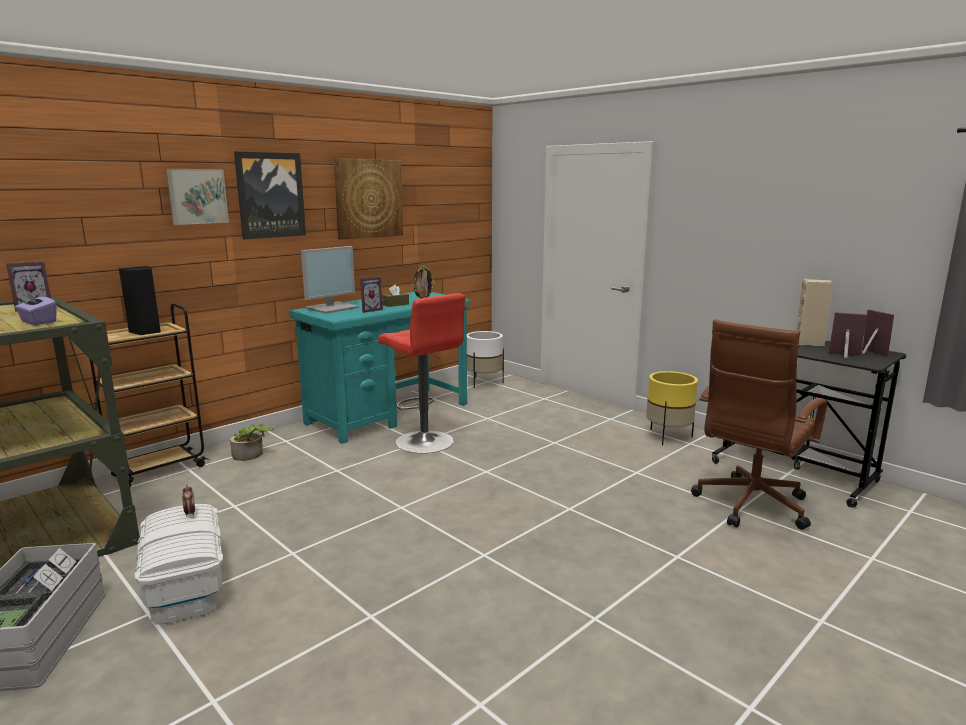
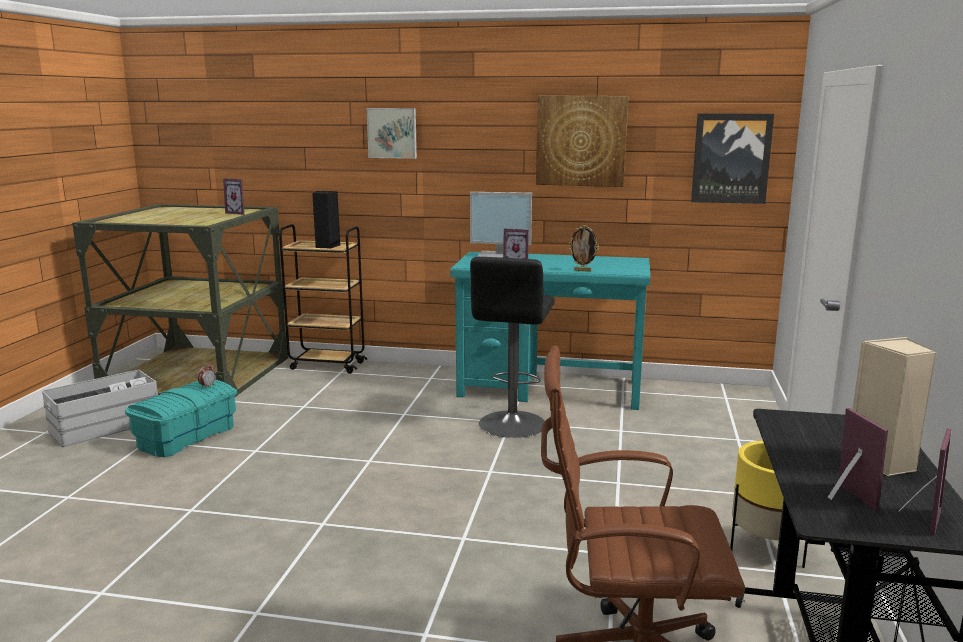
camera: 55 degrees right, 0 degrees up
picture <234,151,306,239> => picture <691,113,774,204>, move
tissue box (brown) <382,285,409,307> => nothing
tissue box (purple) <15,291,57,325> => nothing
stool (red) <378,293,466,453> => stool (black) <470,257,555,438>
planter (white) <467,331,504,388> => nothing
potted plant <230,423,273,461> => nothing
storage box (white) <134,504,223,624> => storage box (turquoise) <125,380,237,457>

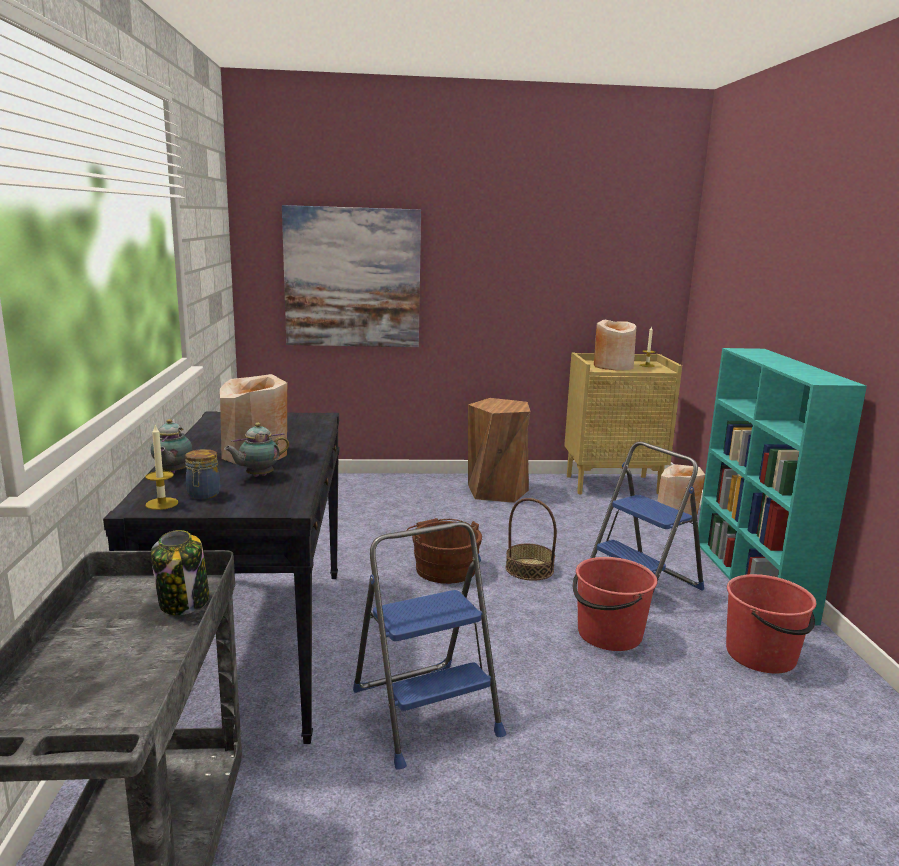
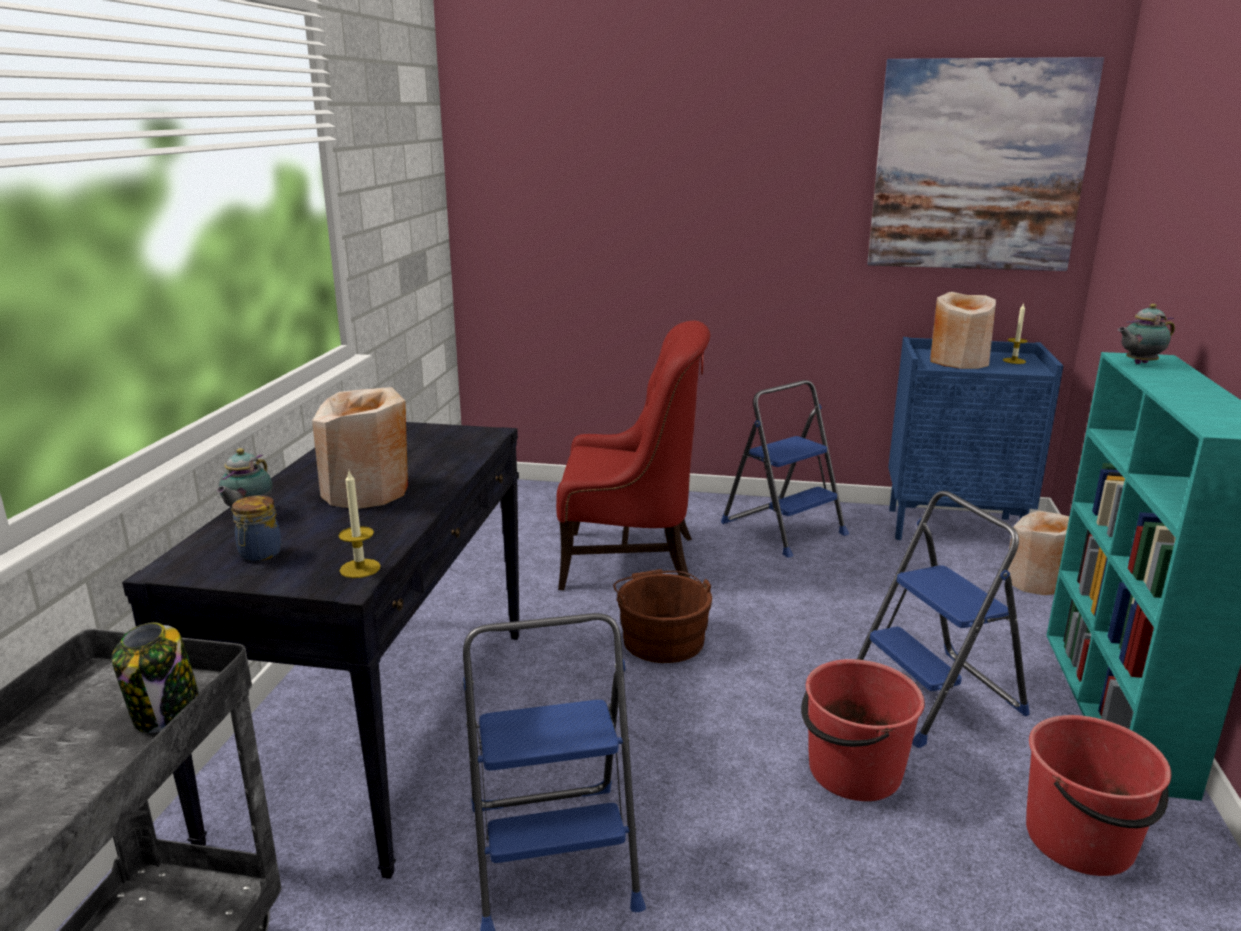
camera: 15 degrees right, 5 degrees up
picture <282,205,421,347> => picture <867,57,1104,271>, move
cabinet (beige) <564,352,682,495> => cabinet (blue) <888,337,1064,540>
stool (brown) <468,398,531,503> => step ladder (blue) <721,380,849,558>
teapot <224,423,289,477> => teapot <1118,304,1175,364>, move
candle <145,425,178,510> => candle <338,471,381,578>, move
basket <506,498,557,581> => nothing
nothing => chair (red) <556,321,710,590>

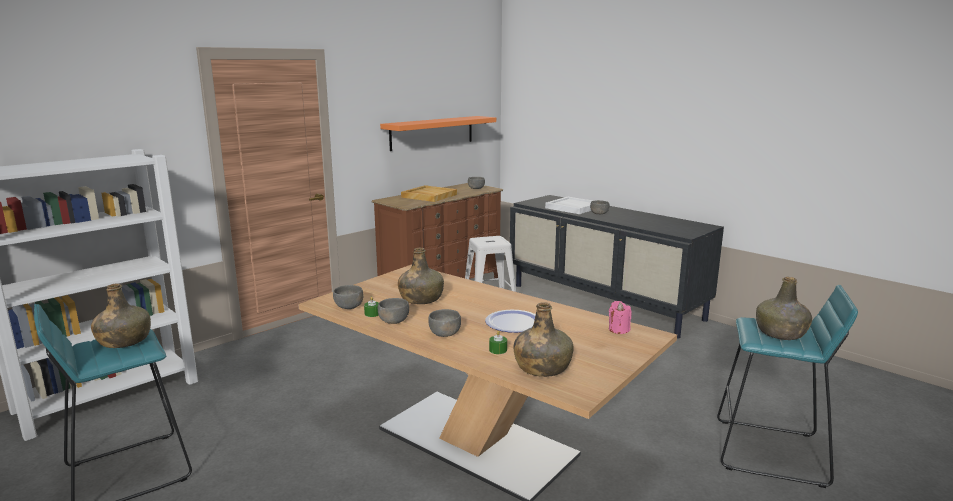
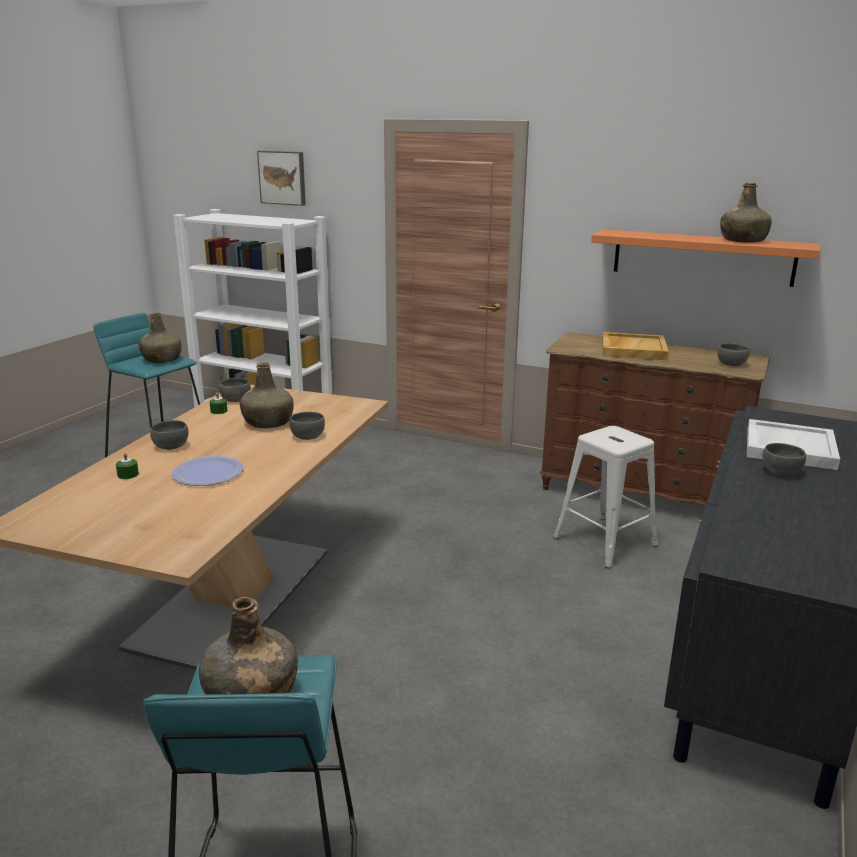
camera: 70 degrees right, 5 degrees up
bowl (grey) <378,298,409,324> => bowl (grey) <289,412,325,440>, move
candle (pink) <609,301,631,334> => nothing
bottle (green) <513,302,574,377> => bottle (green) <720,183,772,243>, move
nothing => picture <257,151,306,206>

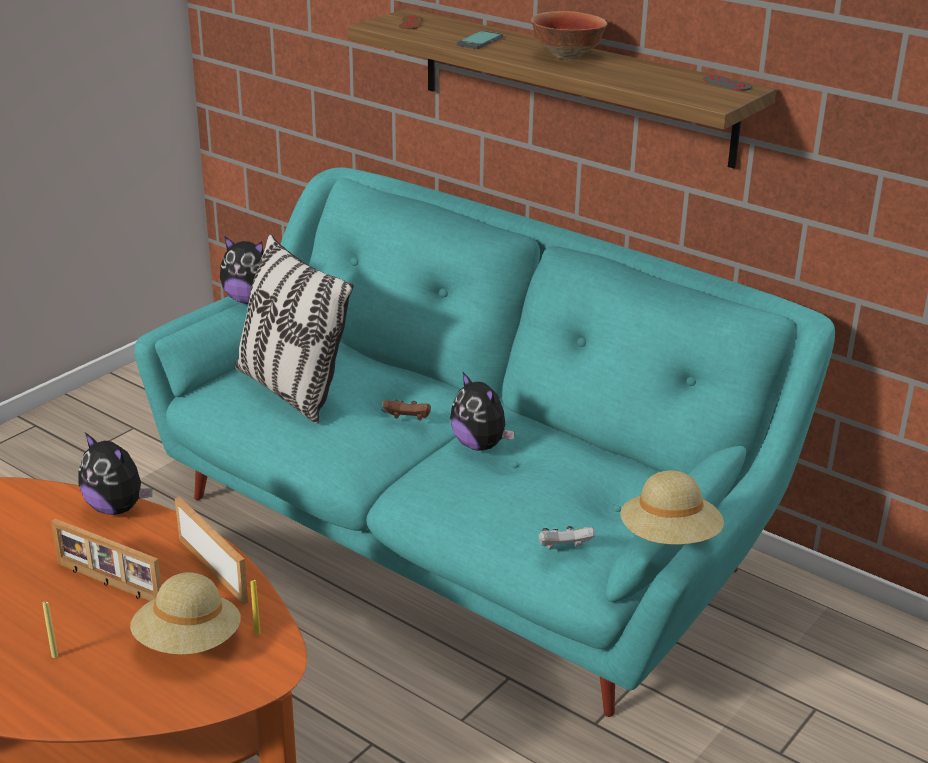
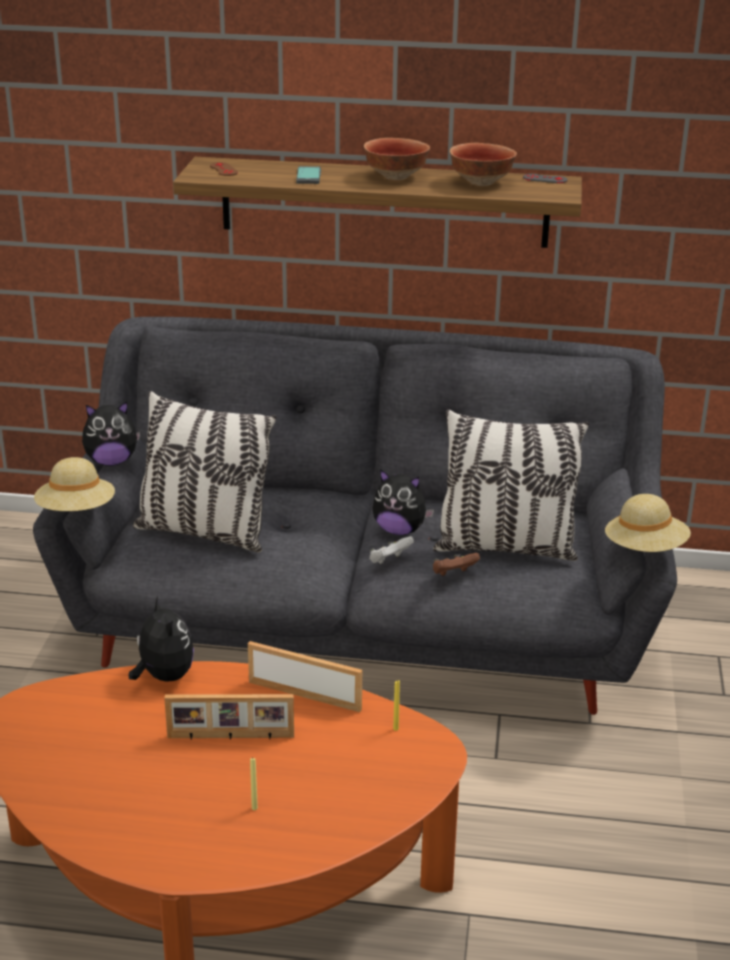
camera: 30 degrees left, 0 degrees up
sofa (turquoise) <134,167,835,717> => sofa (grey) <33,317,677,715>
game controller (brown) <383,400,431,420> => game controller (brown) <433,553,480,576>, move
plush toy <78,432,152,515> => plush toy <129,596,194,682>, 120 degrees counterclockwise
game controller (white) <538,526,595,550> => game controller (white) <370,536,414,564>, move
hat (beige) <130,572,241,655> => hat (beige) <34,457,115,511>, move
nothing => bowl <450,143,517,186>
nothing => pillow <433,409,589,561>

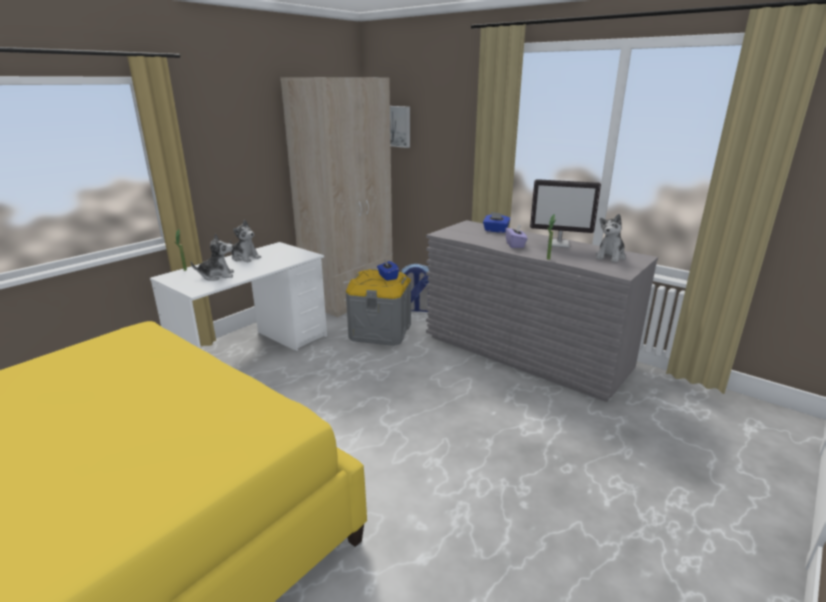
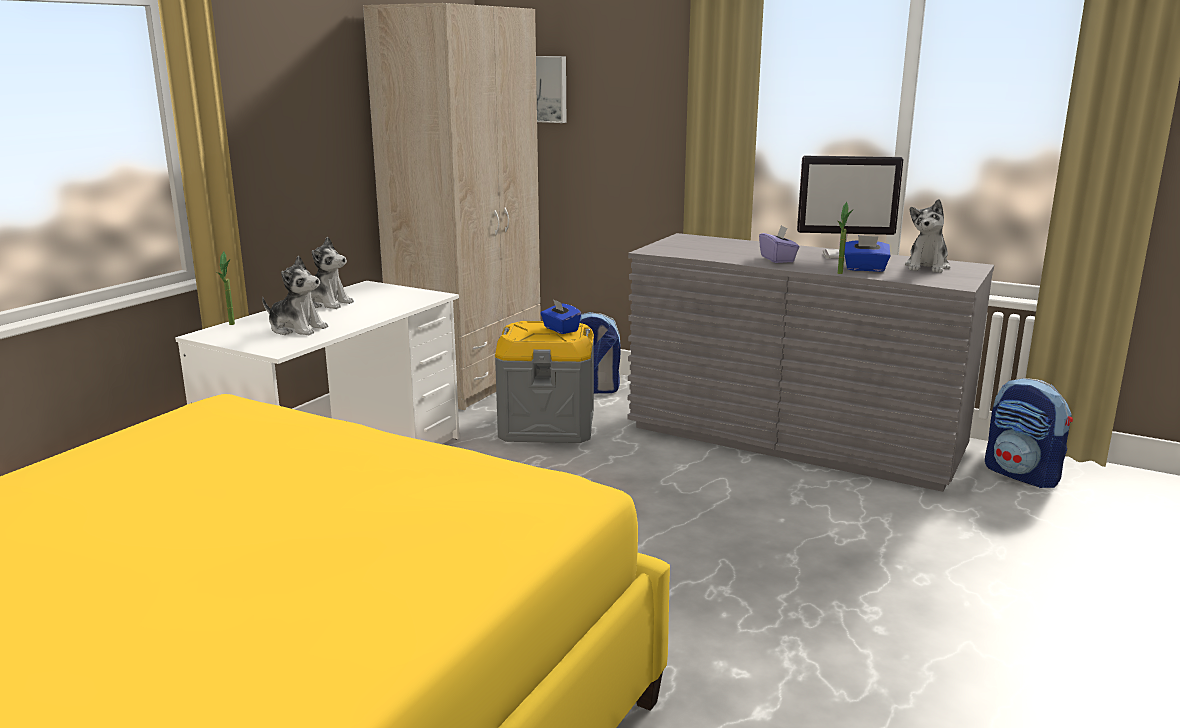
camera: 10 degrees left, 5 degrees down
tissue box (blue) <483,212,510,233> => tissue box (blue) <844,235,891,272>, move
plush toy <191,233,234,281> => plush toy <262,256,328,335>, 45 degrees clockwise
nothing => backpack <985,378,1073,488>

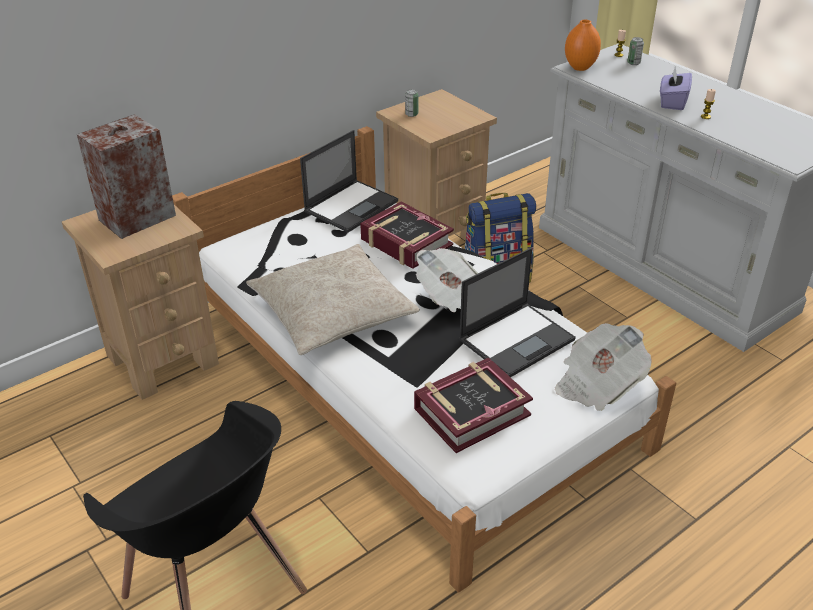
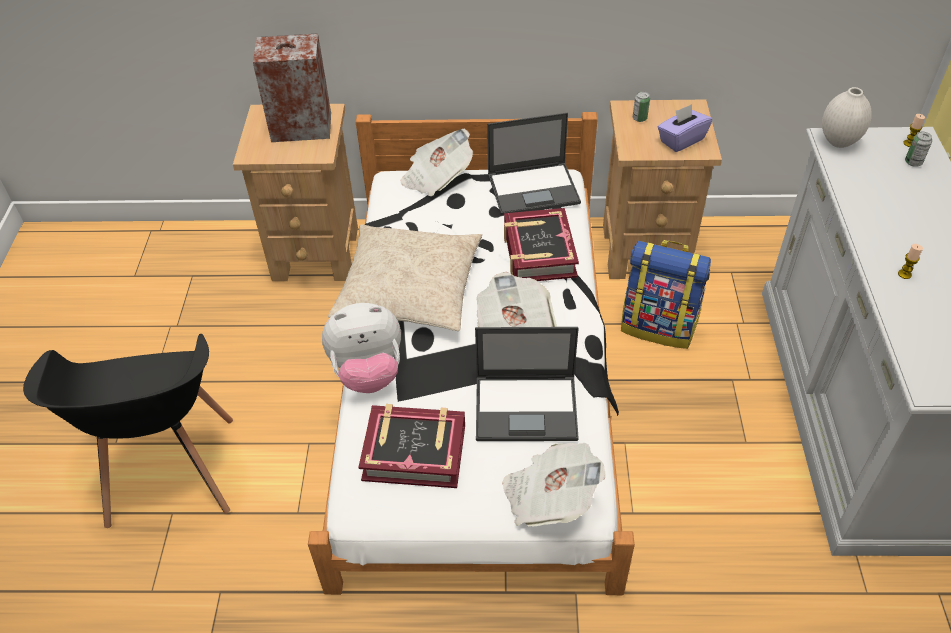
camera: 40 degrees right, 10 degrees up
vase (orange) <565,20,601,71> => vase (white) <822,87,872,148>
tissue box (purple) <660,66,692,110> => tissue box (purple) <658,104,712,152>, move
nothing => newspaper <400,129,473,196>
nothing => plush toy <322,303,401,393>

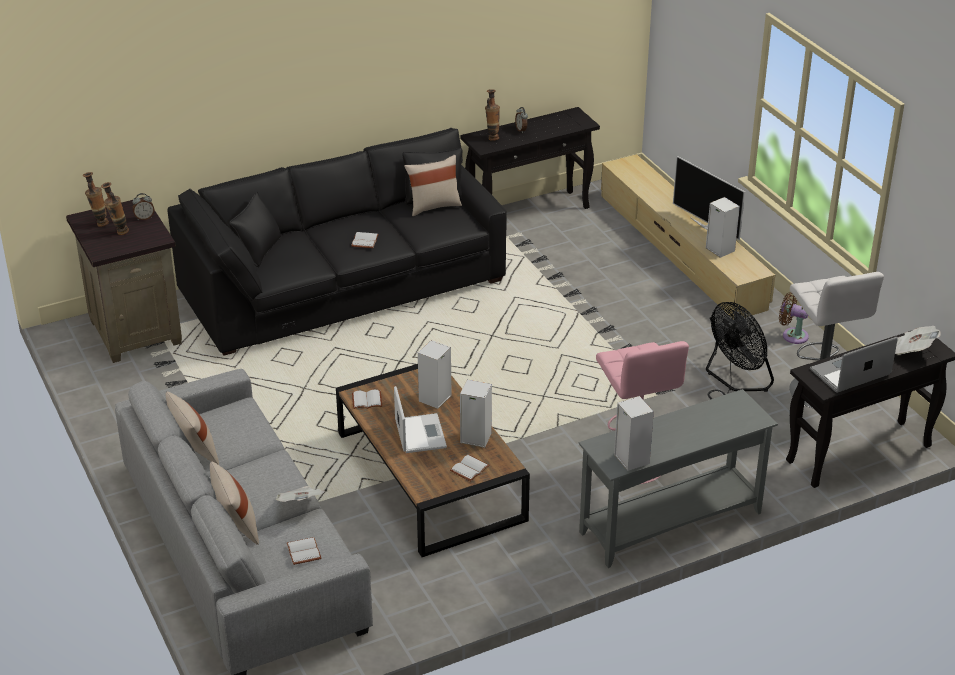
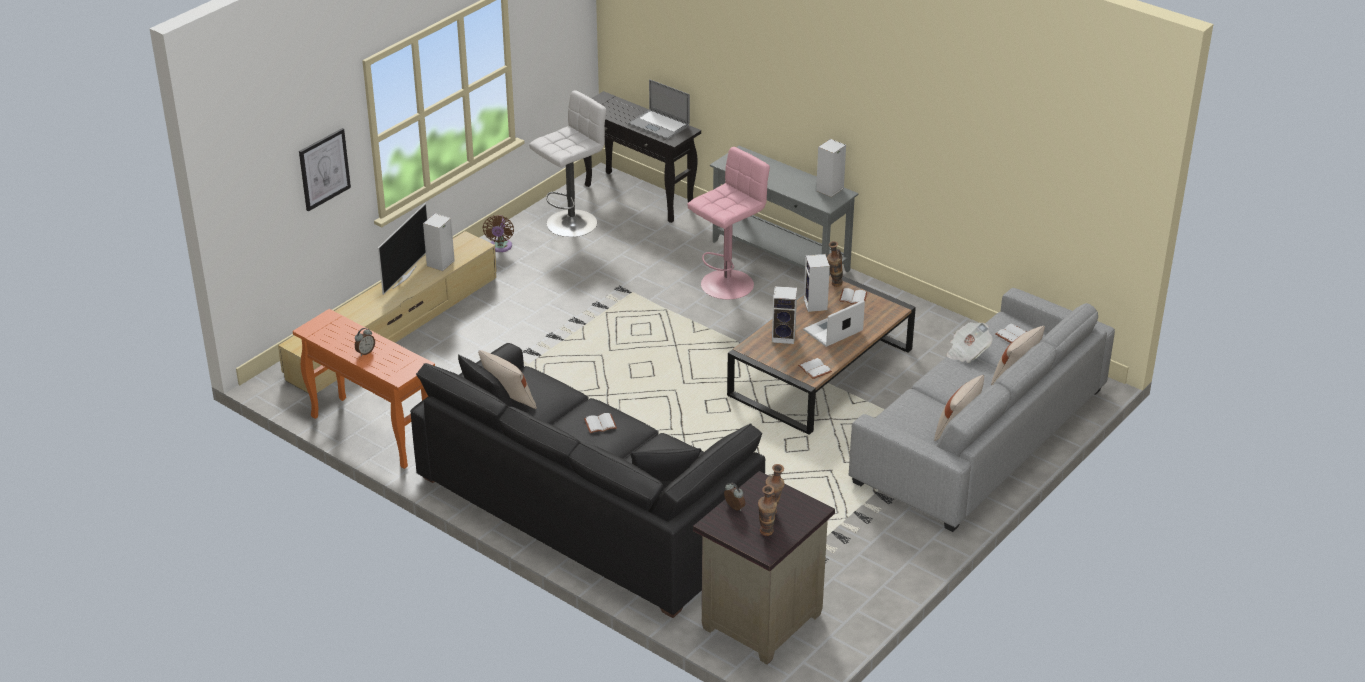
camera: 115 degrees left, 0 degrees up
vase <485,89,500,141> => vase <827,241,843,287>, move
console table (black) <460,107,600,209> => console table (orange) <293,309,435,469>
fan (black) <706,302,774,400> => nothing
newspaper <895,326,941,355> => nothing
nothing => picture <299,128,351,212>

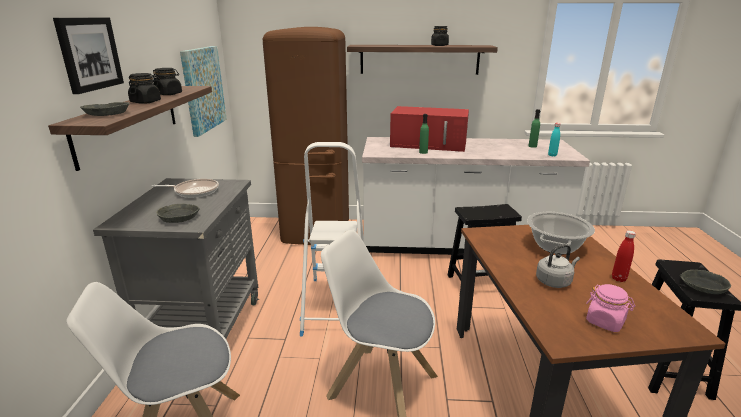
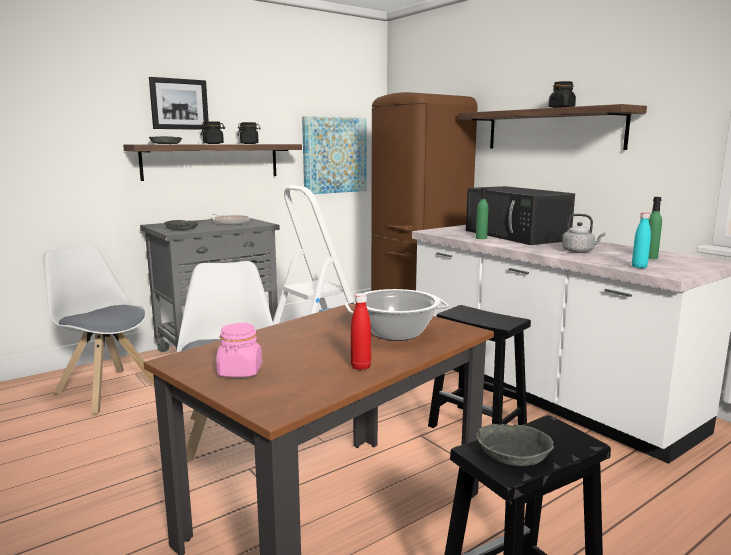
camera: 50 degrees right, 10 degrees down
microwave (red) <390,106,469,152> => microwave (black) <466,186,575,245>
kettle (grey) <536,244,580,288> => kettle (grey) <562,214,605,253>, move

